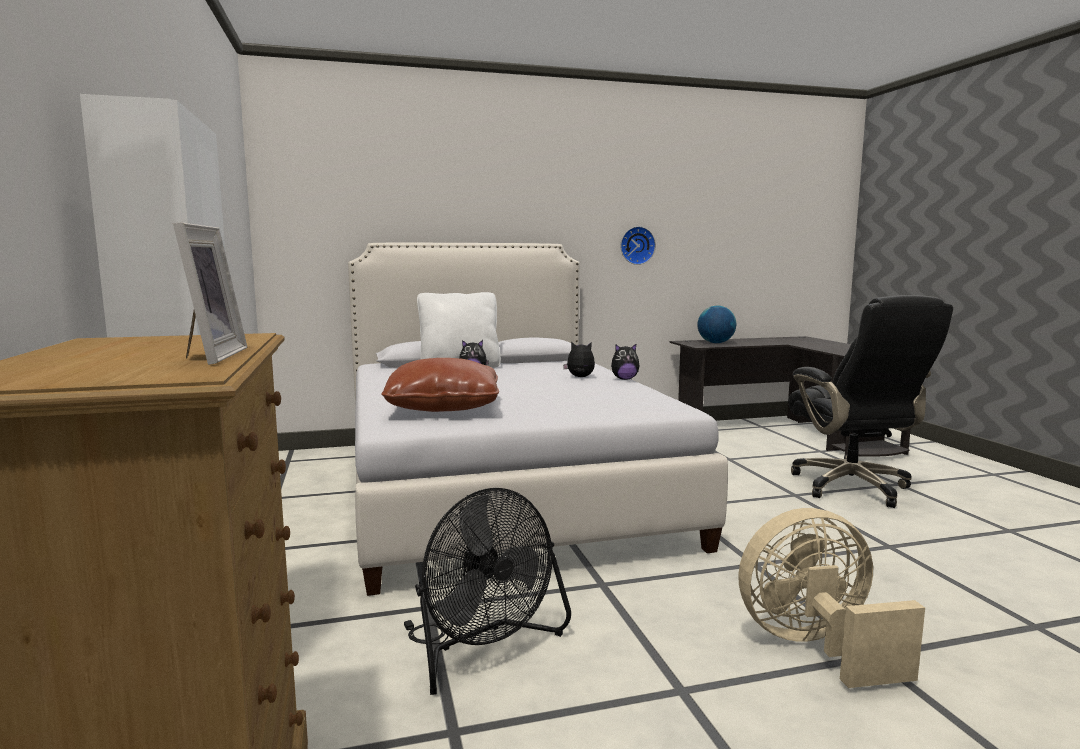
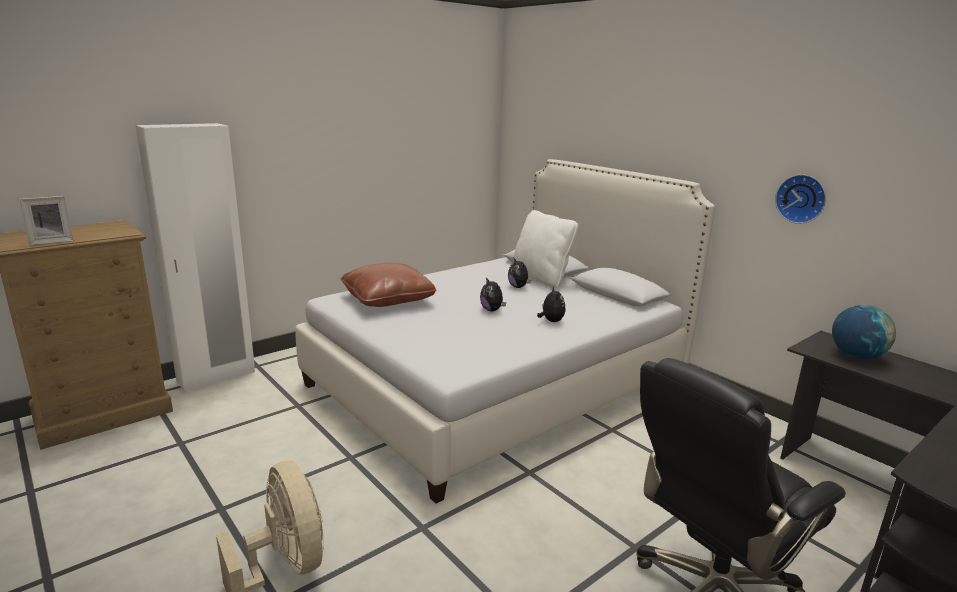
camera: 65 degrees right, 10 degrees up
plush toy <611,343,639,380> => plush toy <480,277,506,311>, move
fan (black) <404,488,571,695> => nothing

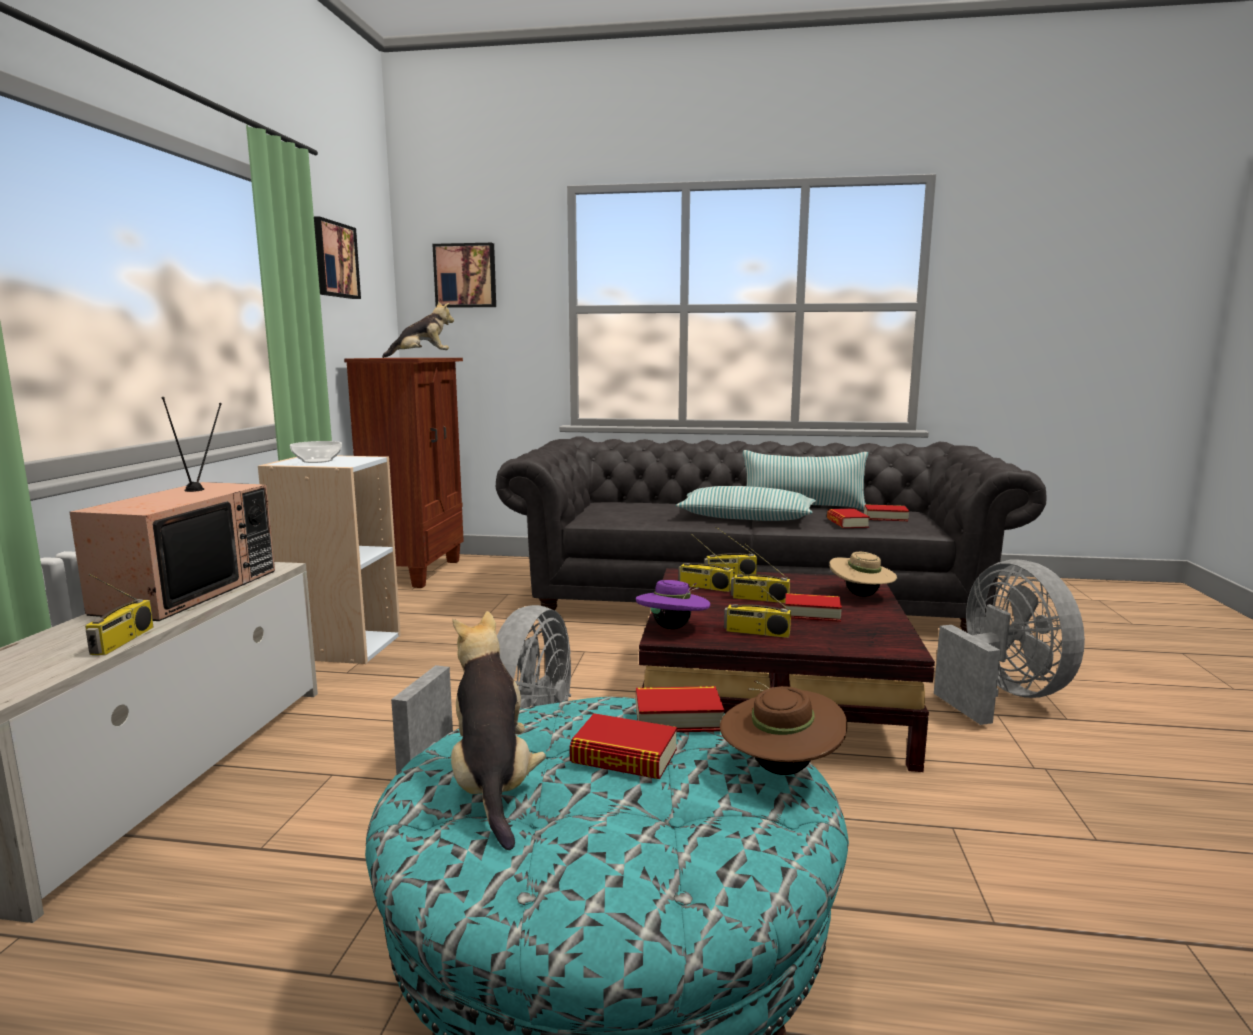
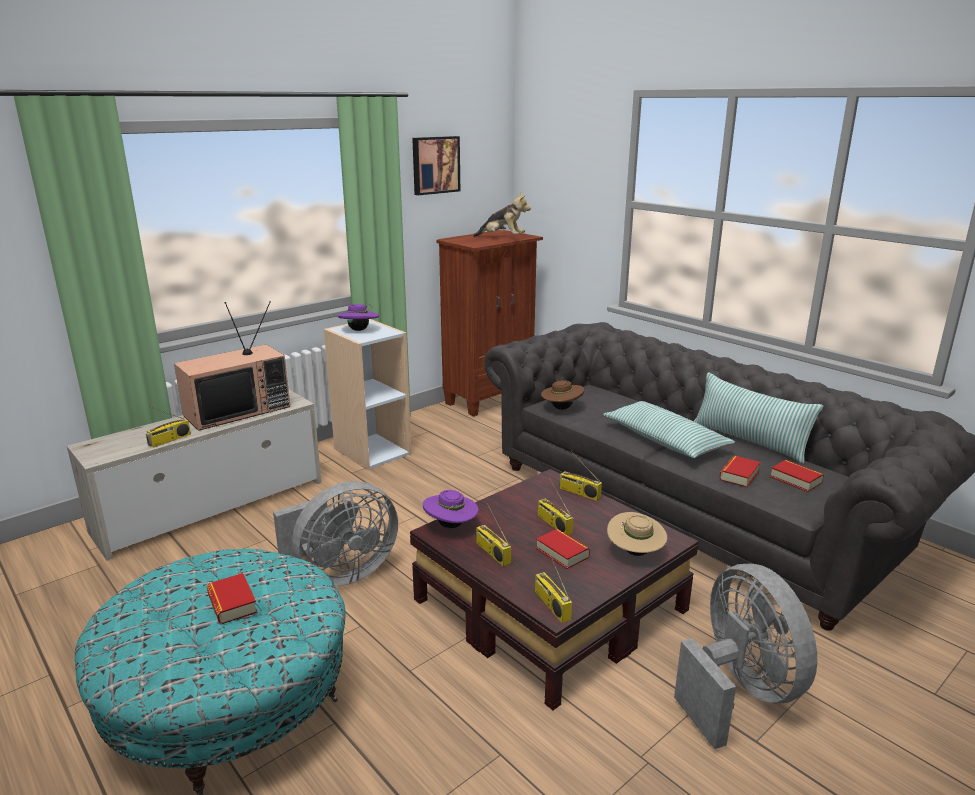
camera: 40 degrees right, 10 degrees up
picture <432,243,496,308> => nothing
bowl <290,441,342,463> => hat (purple) <338,304,379,331>
radio <678,534,733,592> => radio <535,549,572,623>, move
fan (grey) <934,560,1085,725> => fan (grey) <674,564,817,749>, 45 degrees counterclockwise
plush toy <451,611,546,850> => nothing
hat (brown) <720,680,847,775> => hat (brown) <541,377,584,410>, move
book <636,686,724,732> => nothing

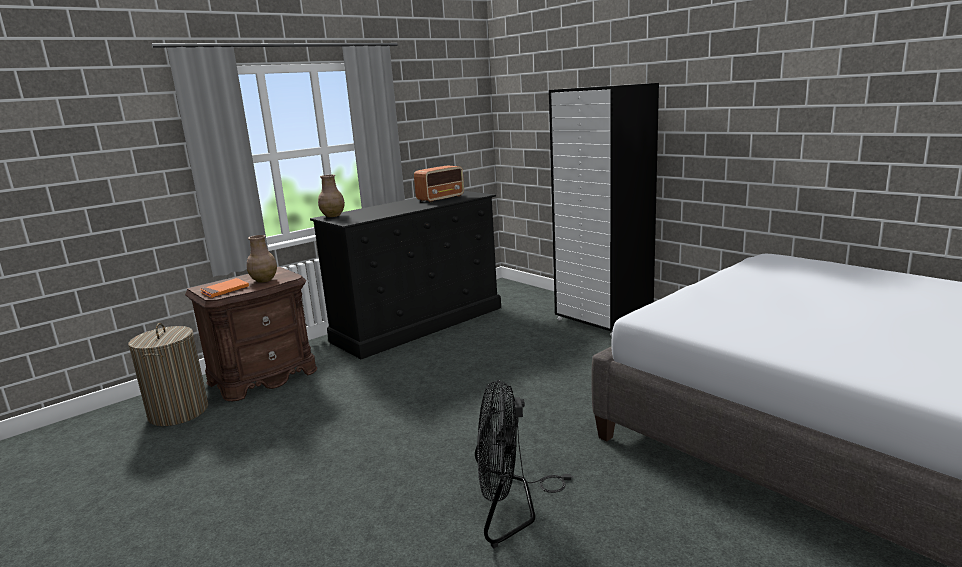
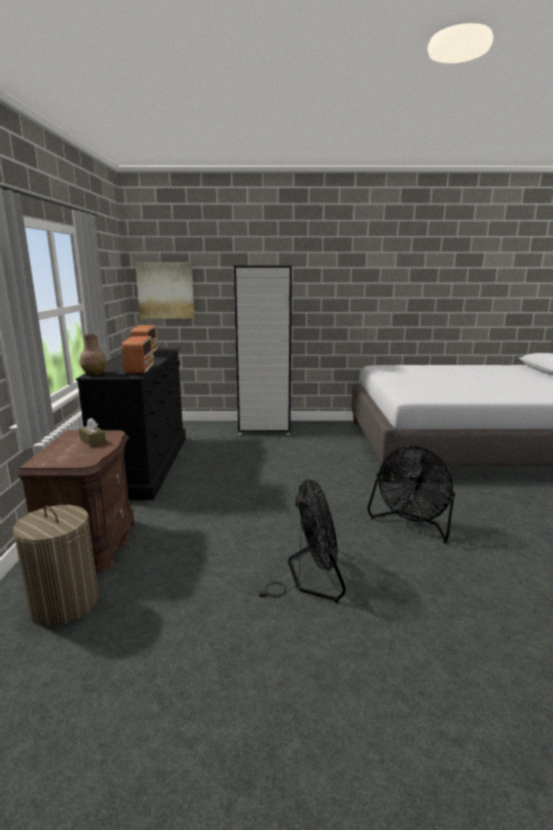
camera: 50 degrees left, 0 degrees up
vase (brown) <247,235,277,283> => tissue box (brown) <78,418,106,447>
book (orange) <200,278,249,298> => nothing
nothing => picture <135,262,194,319>
nothing => radio <122,336,154,375>
nothing => fan (black) <257,479,346,603>

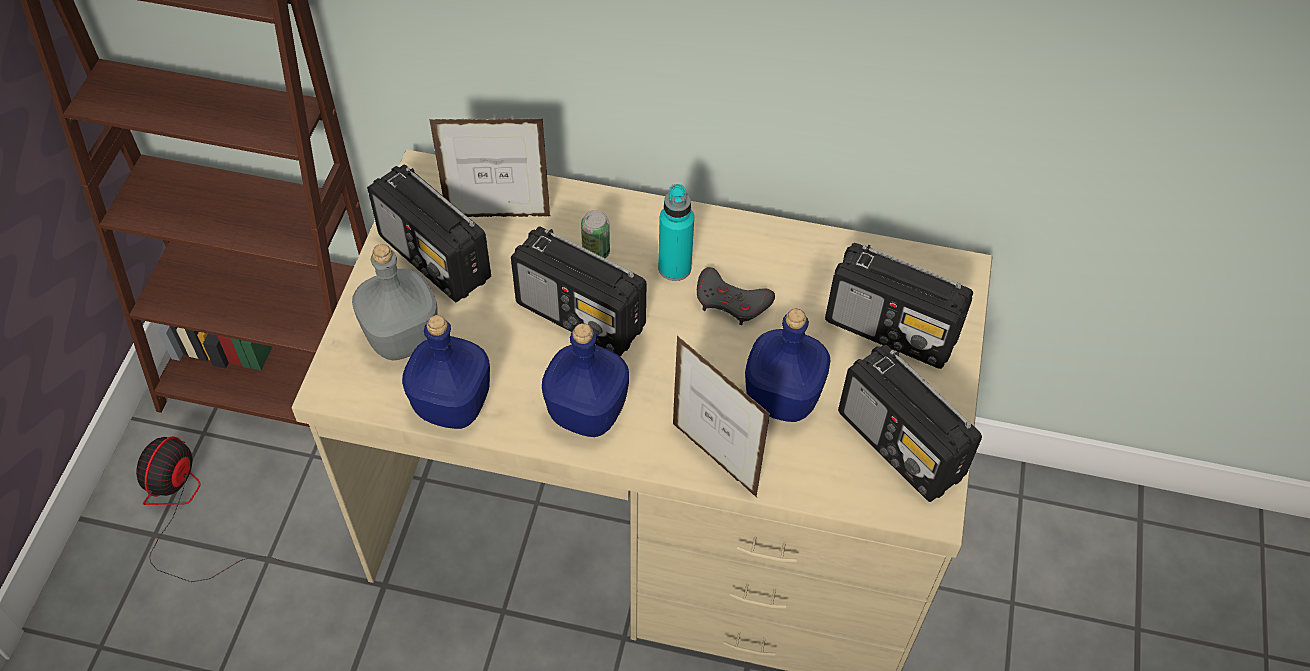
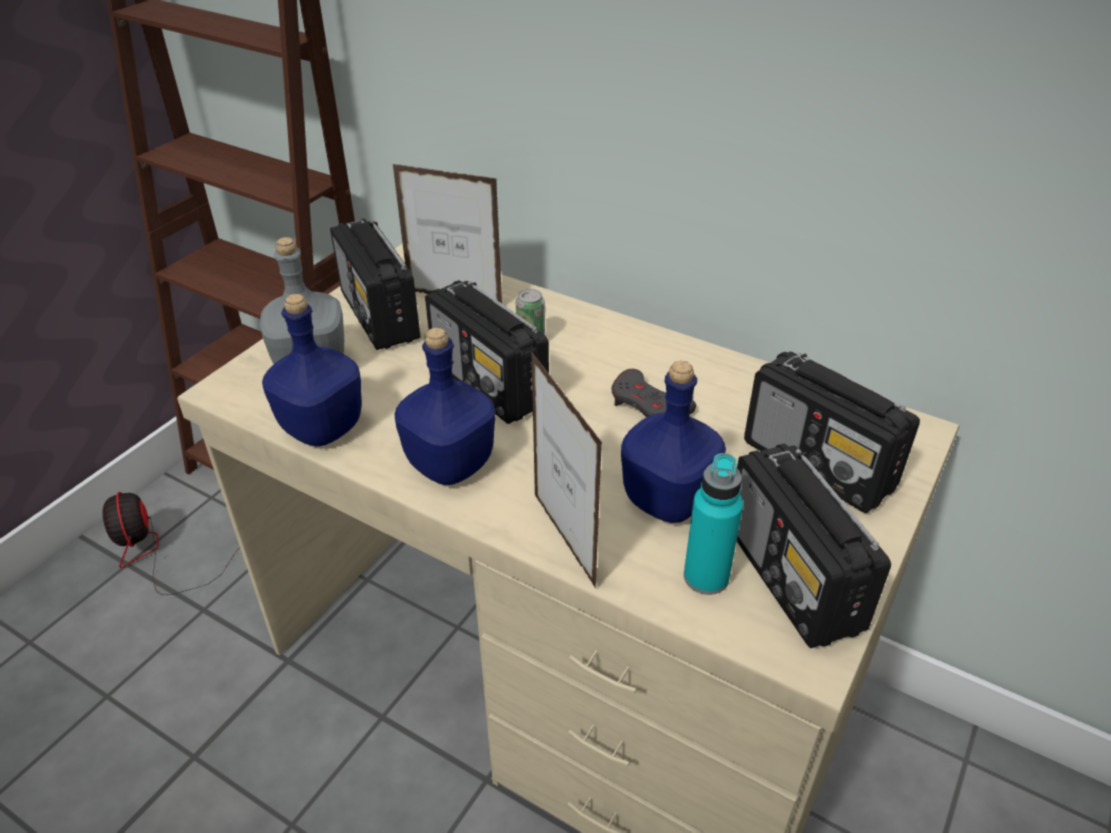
camera: 20 degrees right, 15 degrees down
bottle (turquoise) <658,184,694,281> => bottle (turquoise) <684,453,743,595>, move
fan <136,436,285,582> => fan <103,492,240,595>, 60 degrees counterclockwise

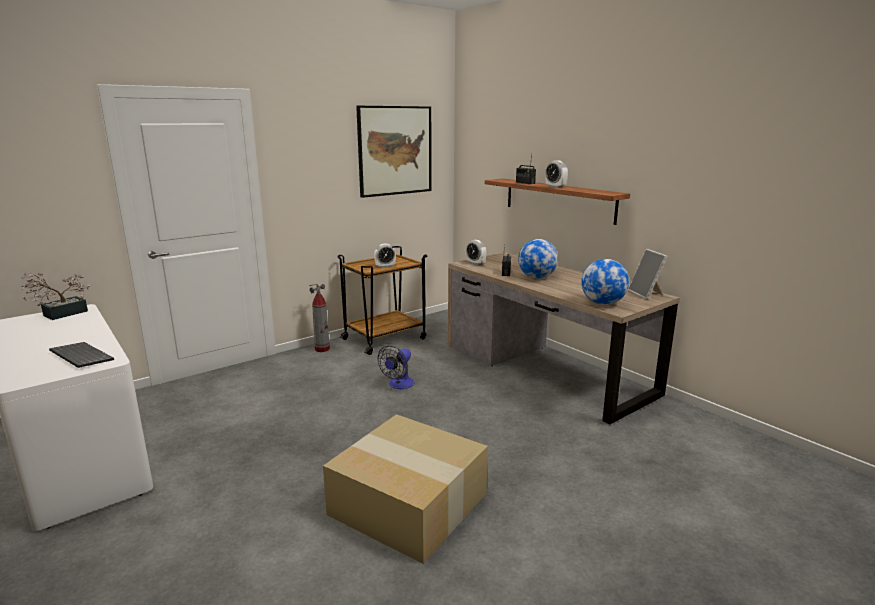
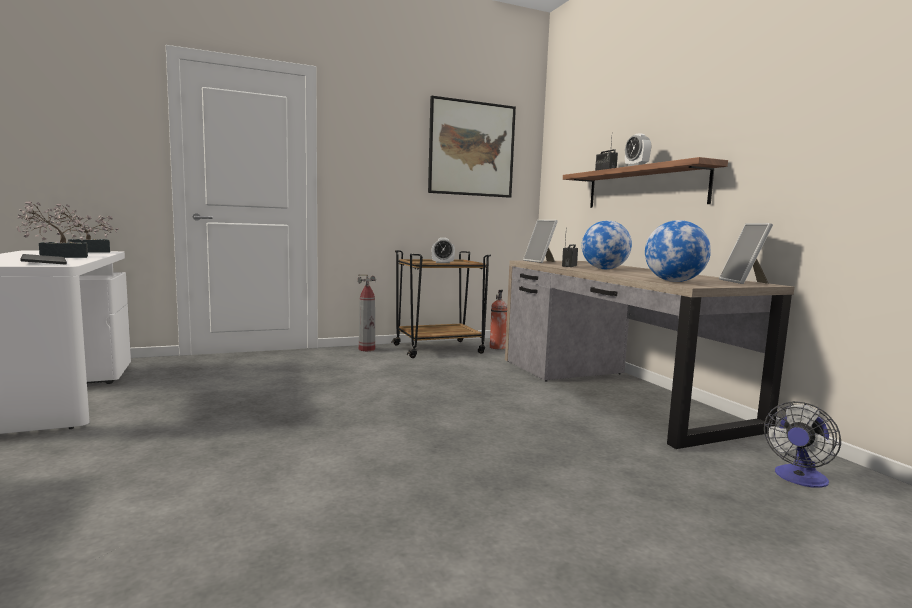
camera: 15 degrees right, 10 degrees down
alarm clock <466,240,487,265> => picture frame <523,220,558,263>
fan <378,346,414,389> => fan <764,401,841,488>, move
cardboard box <323,414,488,564> => nothing
nothing => potted plant <17,201,99,258>
nothing => fire extinguisher <490,290,507,349>

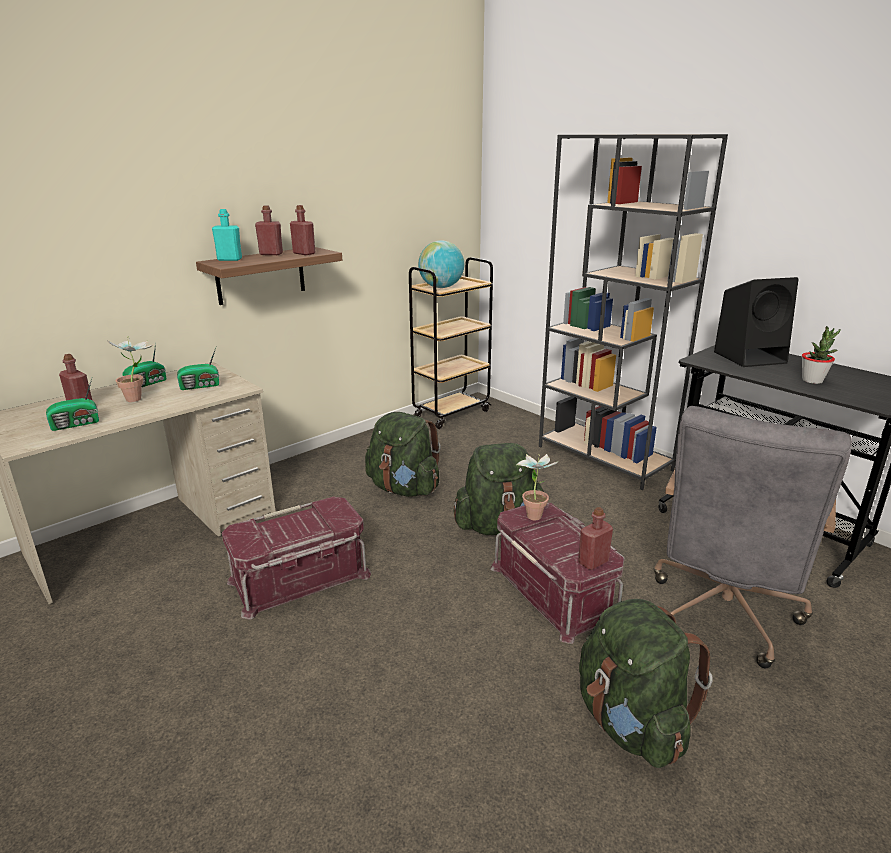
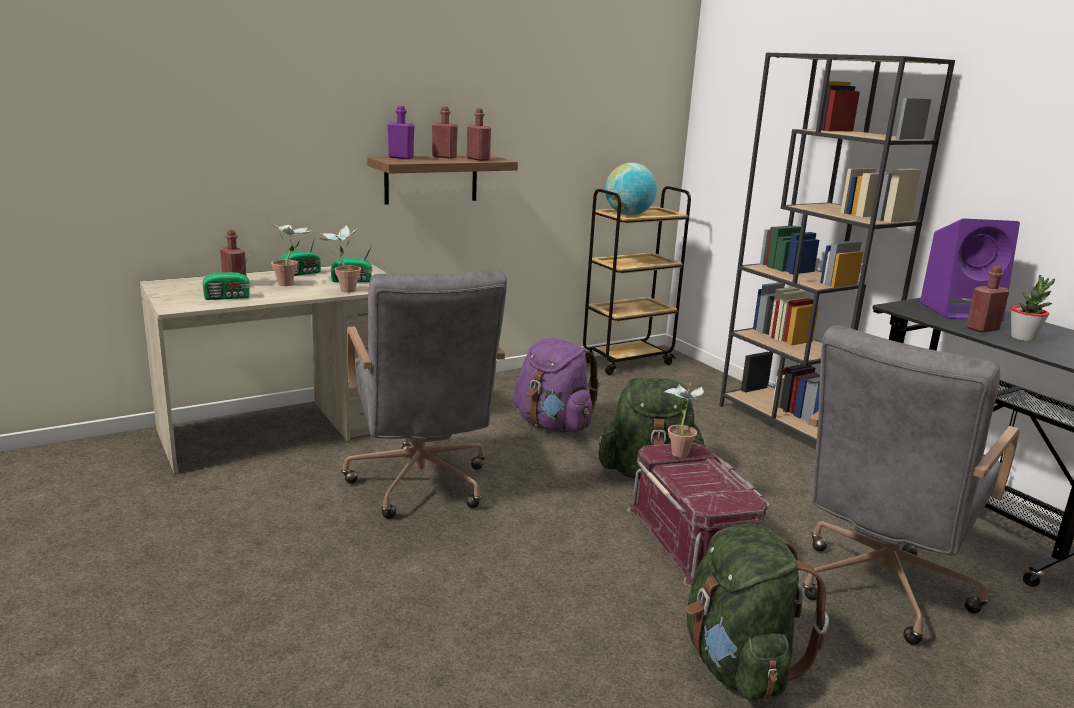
camera: 10 degrees right, 5 degrees down
bottle (turquoise) <212,209,242,261> => bottle (purple) <388,106,414,159>
speaker (black) <714,277,798,367> => speaker (purple) <920,218,1020,321>
backpack (green) <365,412,441,497> => backpack (purple) <514,338,600,433>
storage box (red) <222,496,371,620> => office chair (grey) <341,270,507,519>
bottle (red) <578,507,613,570> => bottle (red) <966,266,1009,332>, move
nothing => potted plant <319,225,361,293>

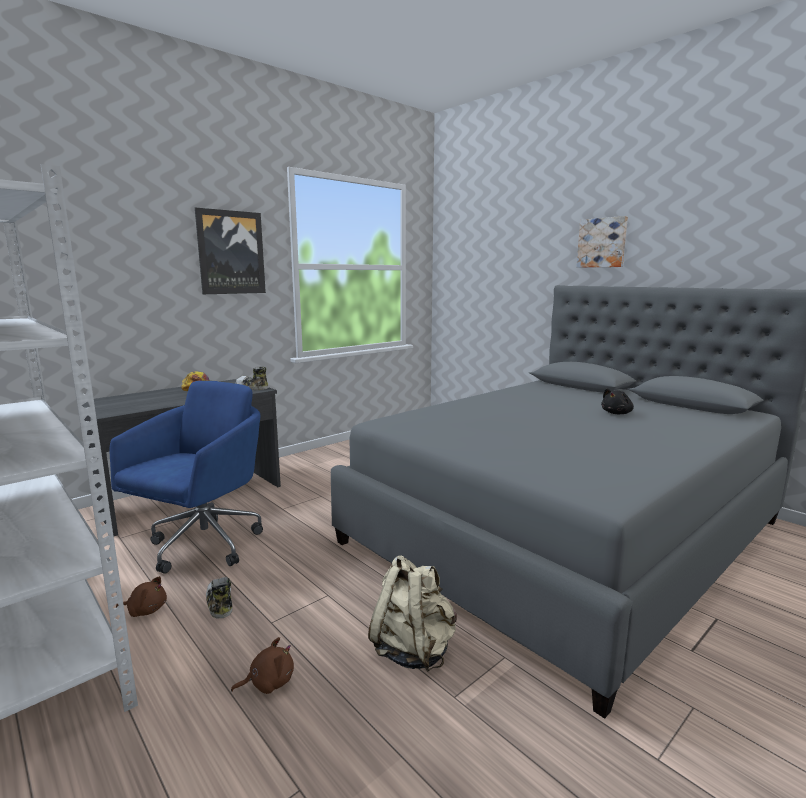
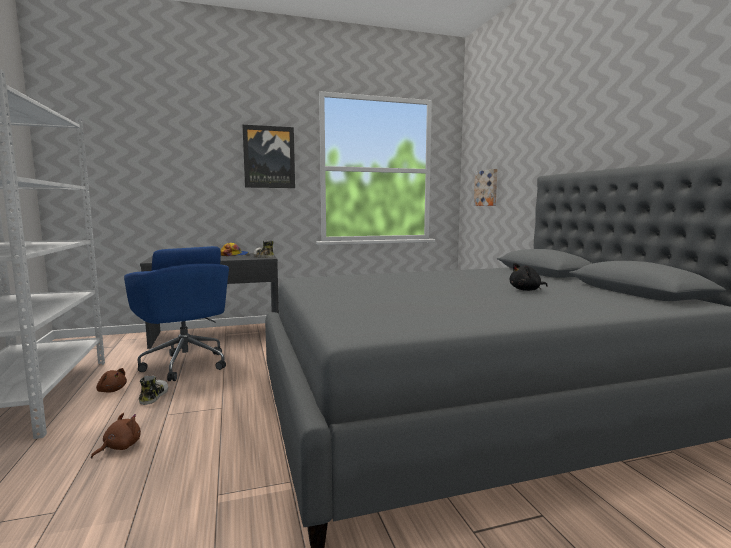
camera: 25 degrees right, 5 degrees down
picture <576,216,628,268> => picture <474,169,498,206>, move
office chair (blue) <110,381,263,574> => office chair (blue) <124,246,229,381>, 90 degrees clockwise
backpack (beige) <368,555,457,672> => nothing
plush toy (brown) <231,637,294,694> => plush toy (brown) <91,413,141,458>, 60 degrees counterclockwise

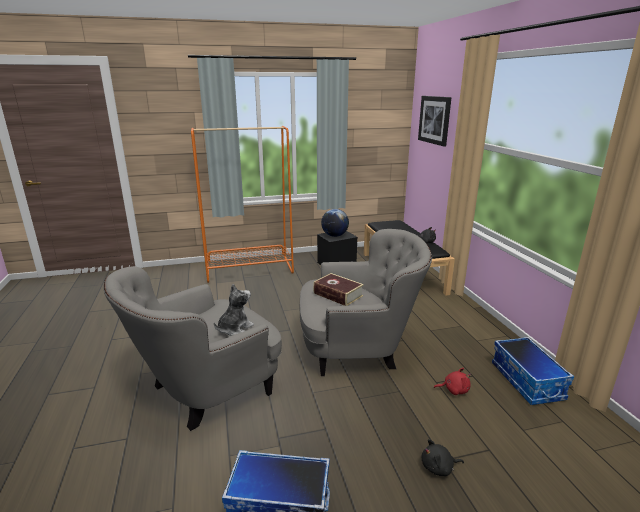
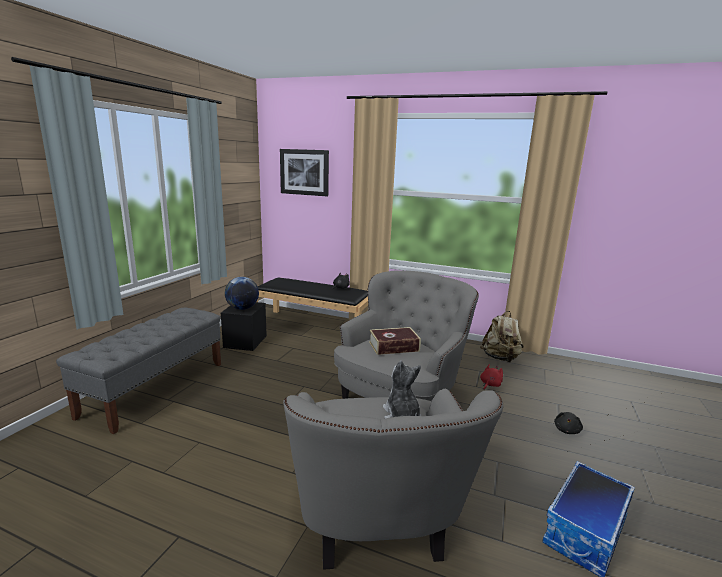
camera: 55 degrees left, 5 degrees down
clothes rack (orange) <191,126,294,283> => bench (grey) <56,308,221,434>
storage box <492,337,574,405> => backpack (beige) <480,311,524,362>

